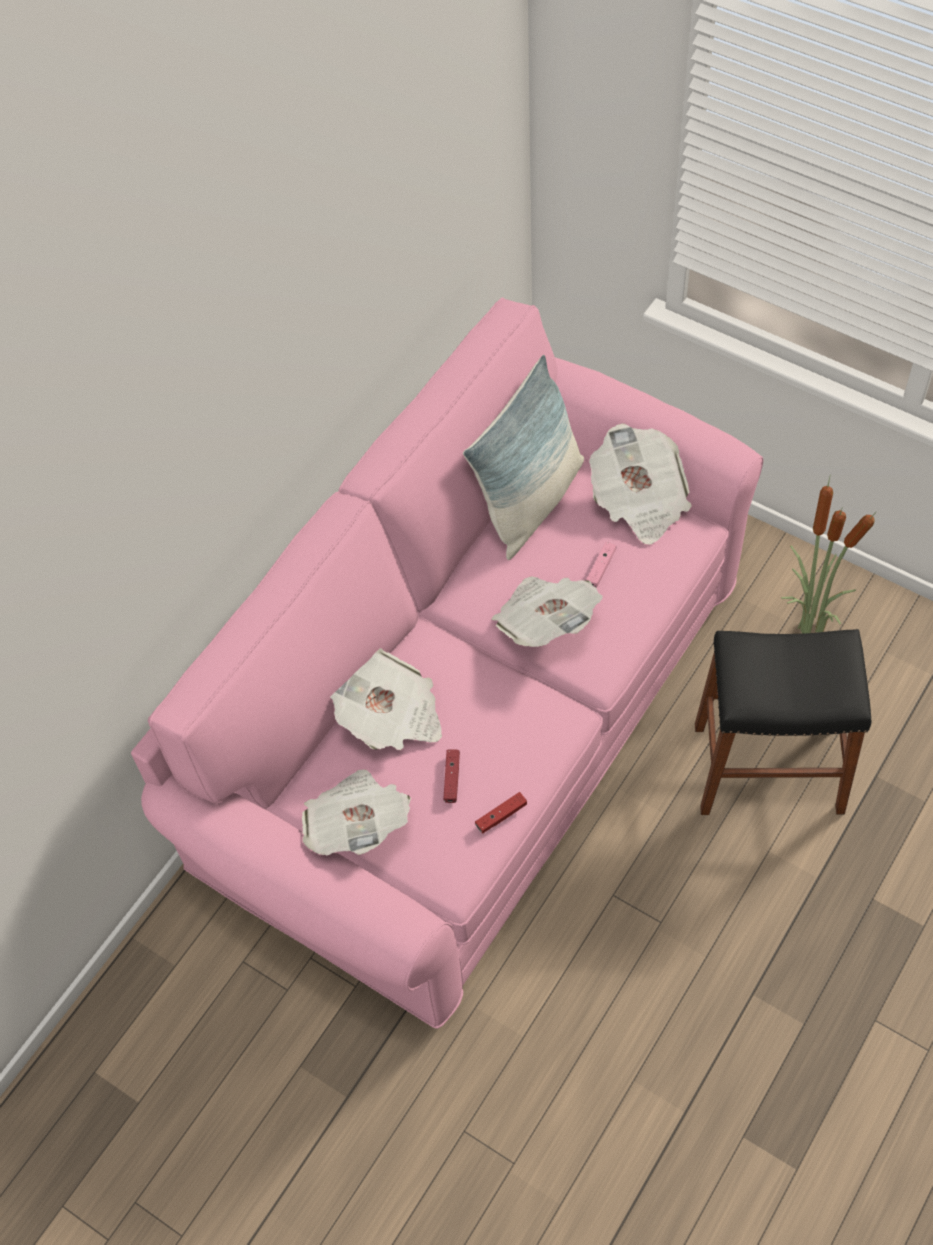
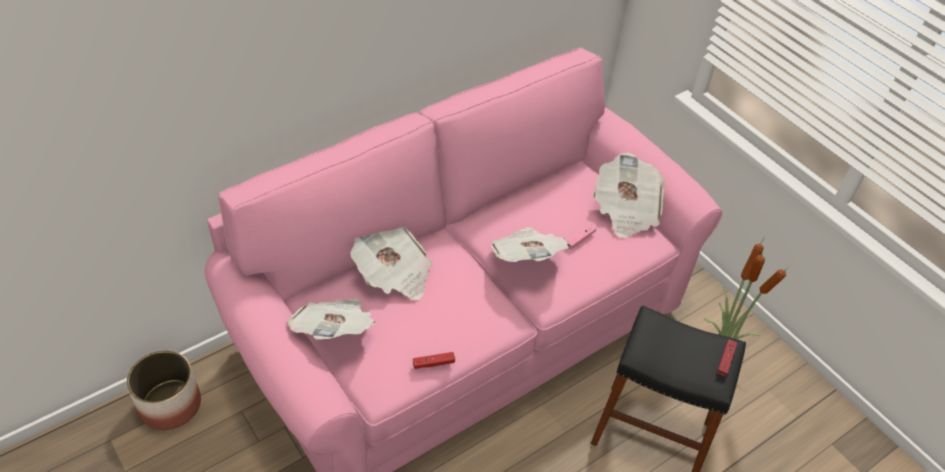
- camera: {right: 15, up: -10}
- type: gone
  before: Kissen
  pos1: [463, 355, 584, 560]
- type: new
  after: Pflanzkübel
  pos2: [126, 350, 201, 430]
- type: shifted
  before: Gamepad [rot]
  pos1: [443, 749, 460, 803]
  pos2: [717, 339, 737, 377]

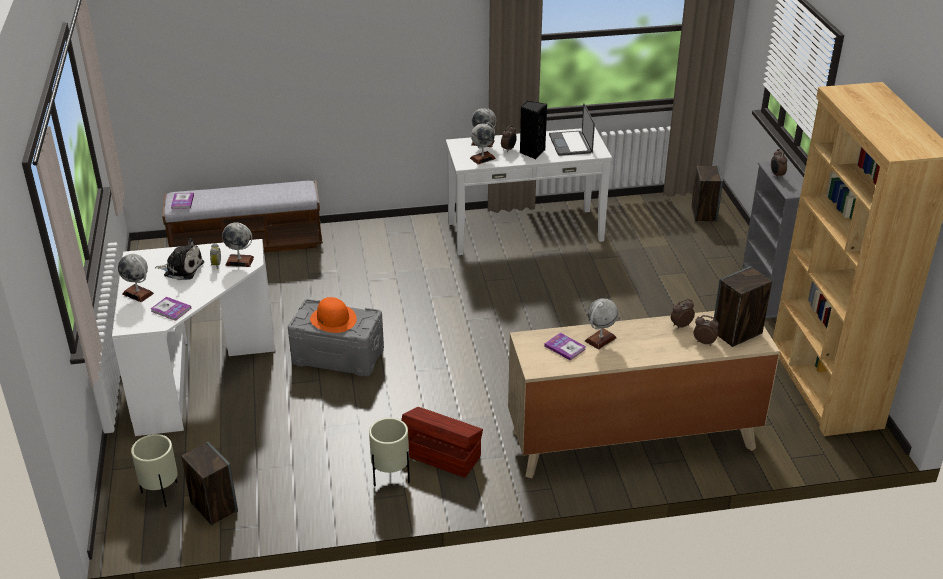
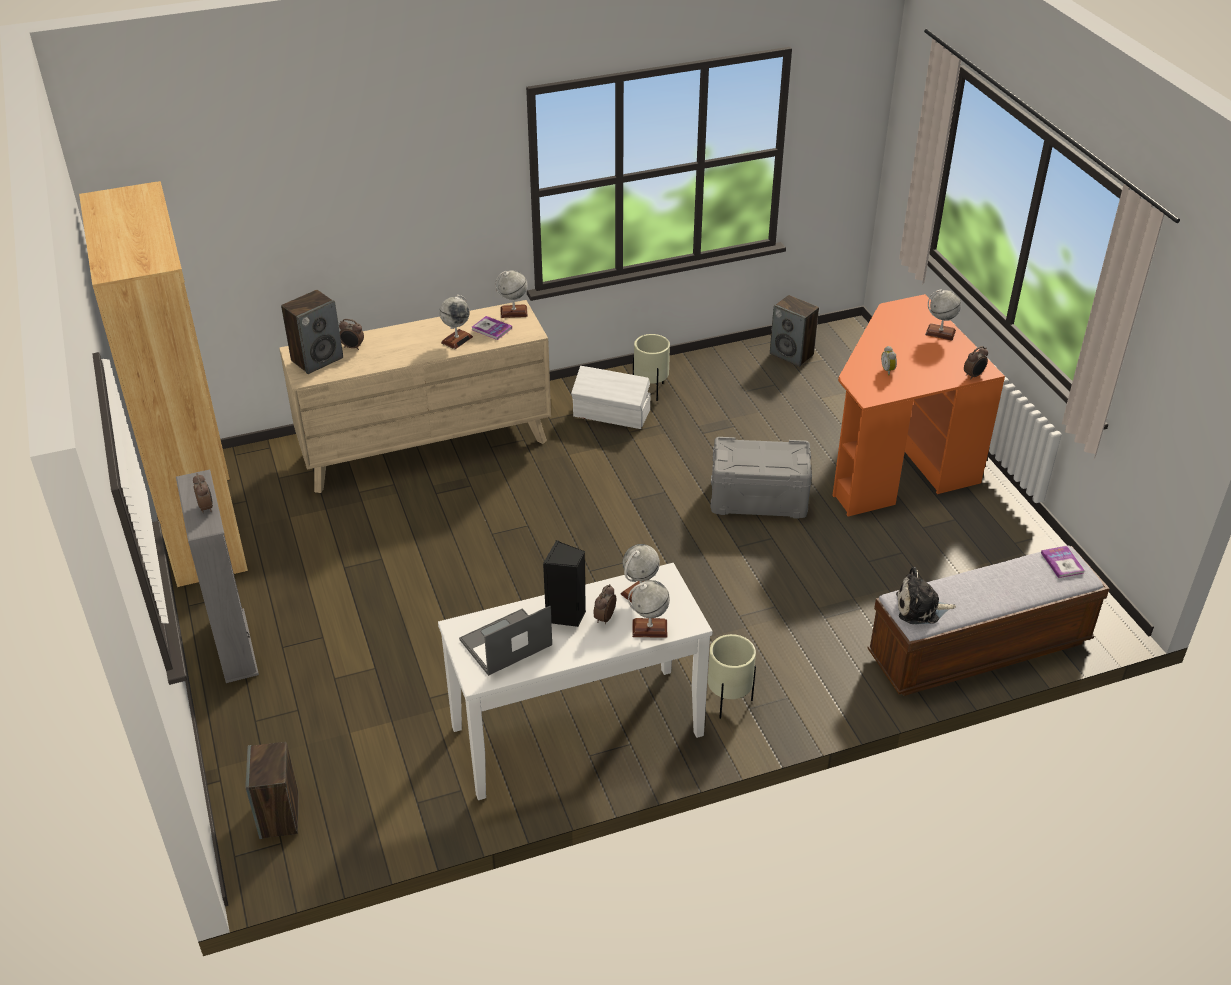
- camera: {right: 170, up: 5}
- type: gone
  before: Buch
  pos1: [151, 297, 191, 321]
- type: gone
  before: Hut [orange]
  pos1: [310, 297, 357, 333]
- type: shifted
  before: Pflanzkübel [beige]
  pos1: [131, 434, 178, 507]
  pos2: [708, 634, 756, 719]
- type: shifted
  before: Plüschtier
  pos1: [155, 238, 204, 280]
  pos2: [896, 567, 956, 624]
- type: shifted
  before: Globus
  pos1: [222, 222, 254, 267]
  pos2: [495, 270, 528, 318]
- type: shifted
  before: Wecker
  pos1: [671, 299, 695, 329]
  pos2: [964, 346, 988, 380]
- type: repainted
  before: Schreibtisch [weiß]
  after: Schreibtisch [orange]
  pos1: [112, 239, 275, 436]
  pos2: [832, 294, 1005, 516]
- type: repainted
  before: Aufbewahrungsbox [braun]
  after: Aufbewahrungsbox [weiß]
  pos1: [401, 407, 483, 478]
  pos2: [571, 366, 651, 429]
- type: rotated
  before: Laptop
  pos1: [549, 103, 595, 156]
  pos2: [459, 606, 552, 676]
  turn: -105

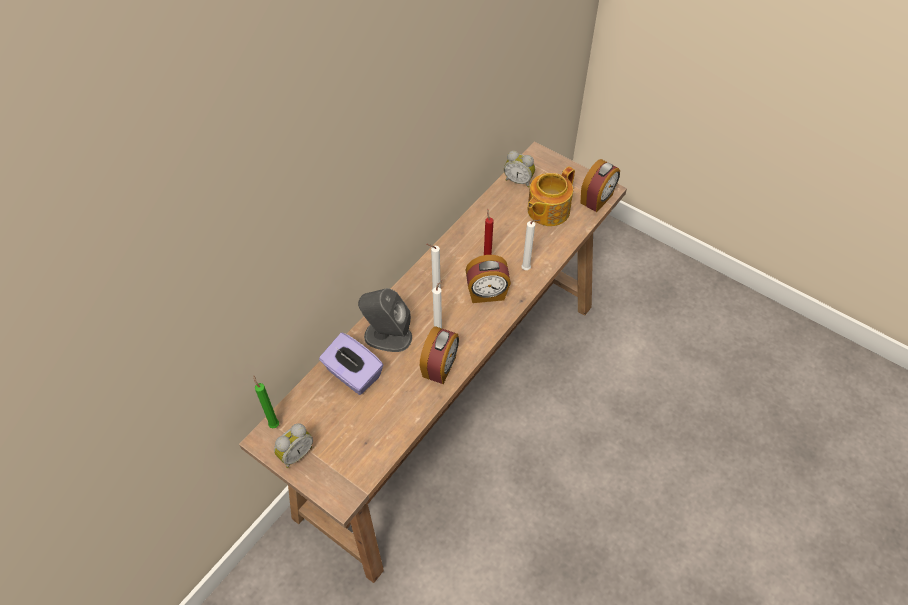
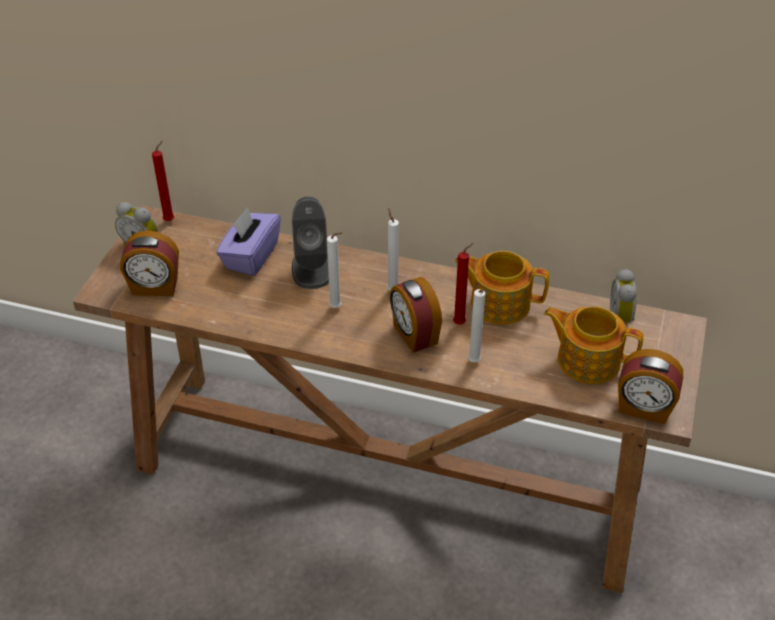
- camera: {right: 70, up: -10}
- type: new
  after: Teekanne
  pos2: [455, 251, 549, 325]
- type: shifted
  before: Wecker
  pos1: [420, 326, 459, 384]
  pos2: [120, 230, 179, 296]
- type: repainted
  before: Kerze [grün]
  after: Kerze [rot]
  pos1: [253, 375, 279, 428]
  pos2: [152, 140, 174, 221]

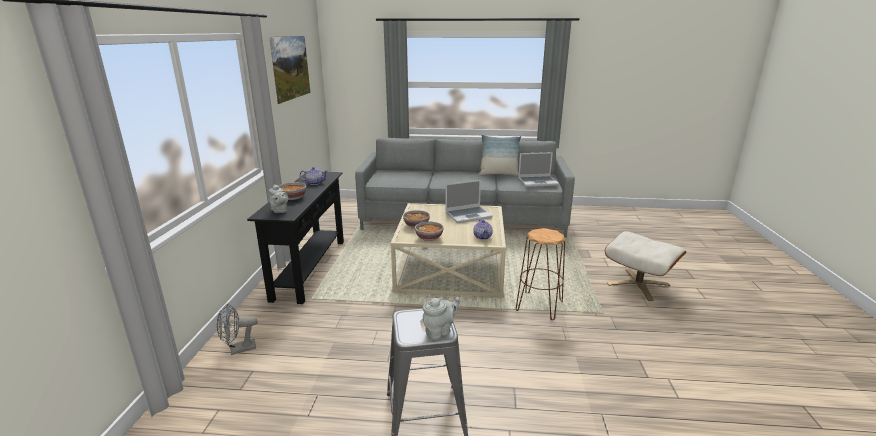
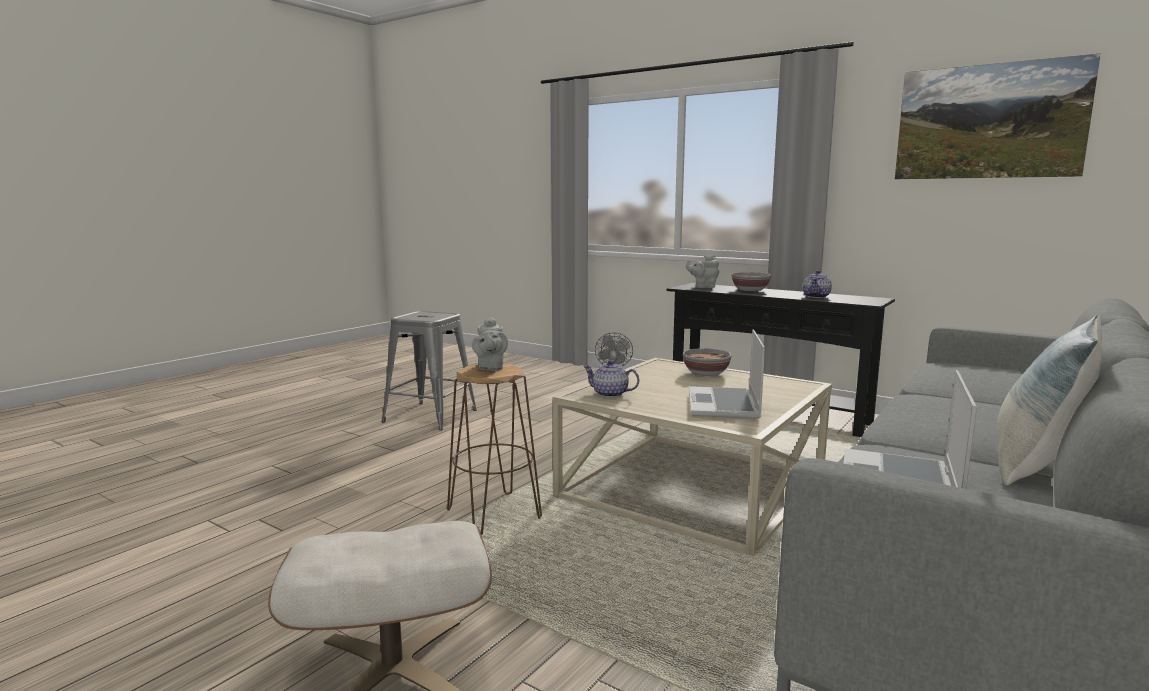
- camera: {right: 120, up: -10}
- type: gone
  before: Schüssel
  pos1: [415, 222, 444, 241]
- type: shifted
  before: Teekanne [grau]
  pos1: [423, 297, 459, 340]
  pos2: [472, 317, 508, 371]

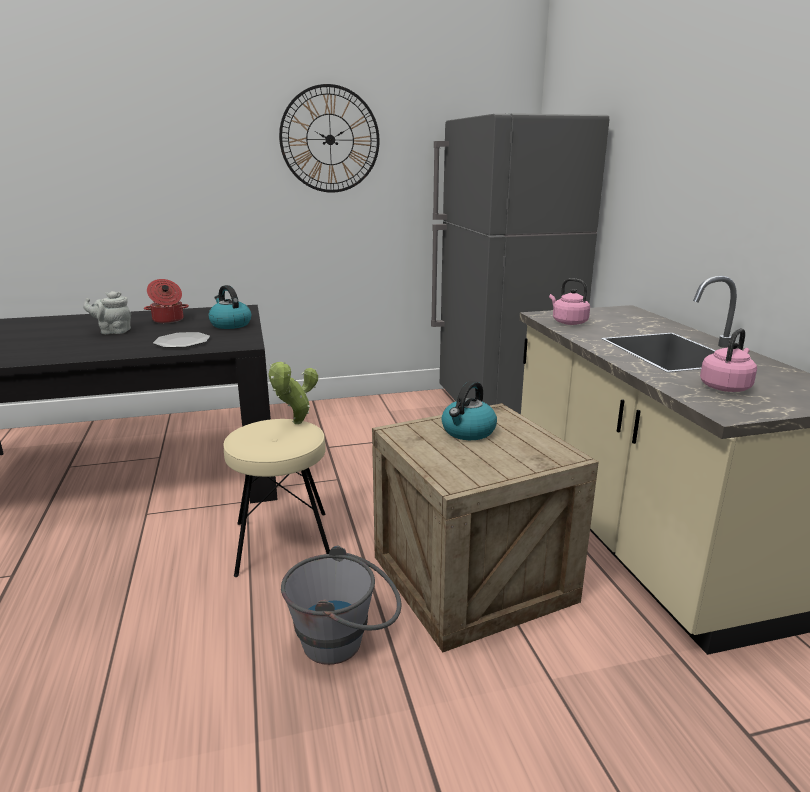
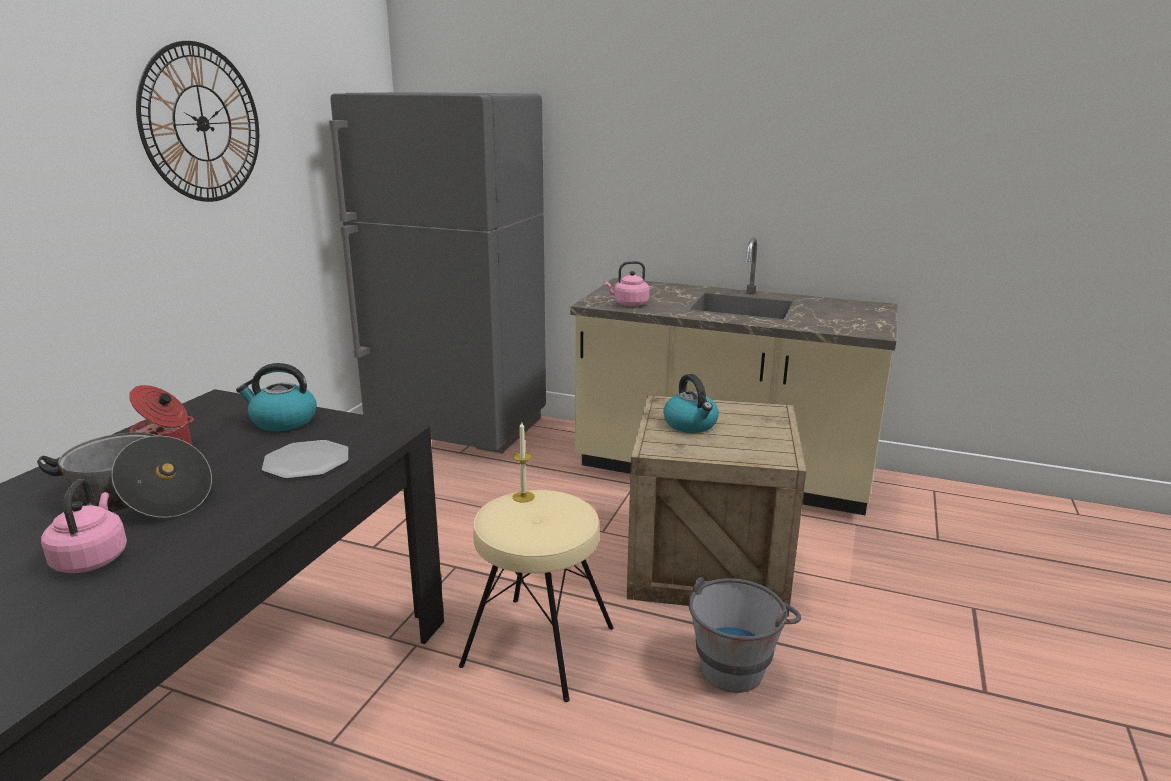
- camera: {right: -55, up: 0}
- type: shifted
  before: Wasserkessel [rosa]
  pos1: [700, 328, 757, 392]
  pos2: [41, 479, 127, 573]
- type: swapped
  before: Teekanne [grau]
  after: Kochtopf
  pos1: [83, 291, 131, 334]
  pos2: [37, 432, 212, 518]
- type: swapped
  before: Topfpflanze
  after: Kerze
  pos1: [268, 361, 318, 424]
  pos2: [513, 422, 535, 503]

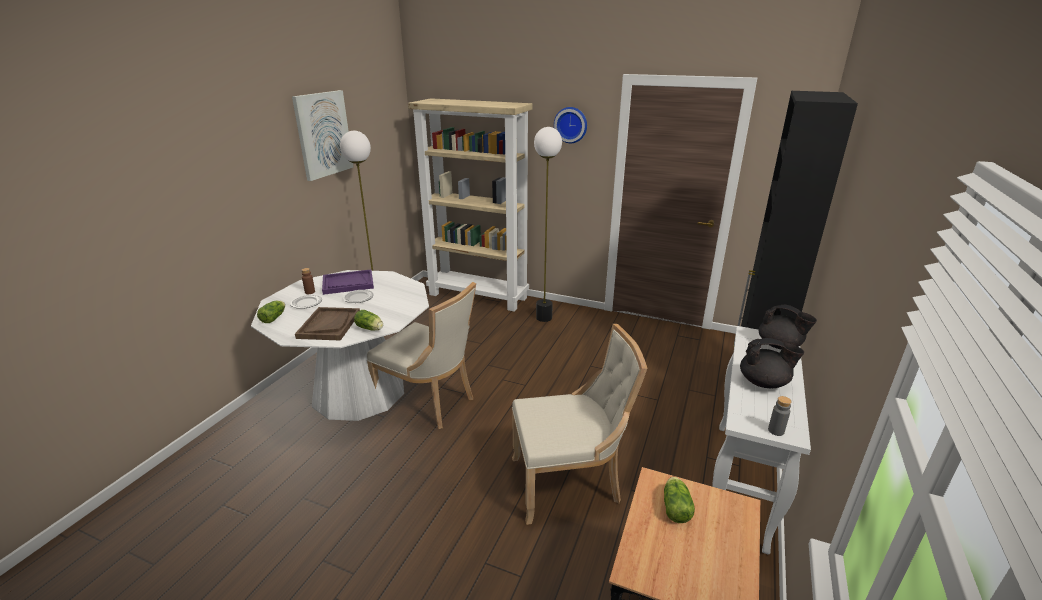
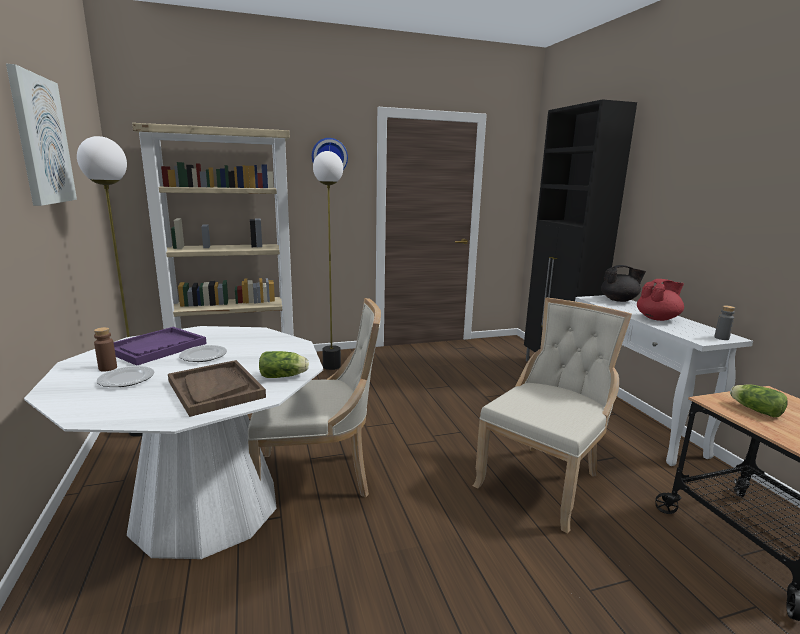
- camera: {right: -40, up: -10}
- type: gone
  before: Salatkopf
  pos1: [257, 301, 285, 323]
- type: repainted
  before: Teekanne [schwarz]
  after: Teekanne [rot]
  pos1: [740, 338, 804, 388]
  pos2: [637, 279, 684, 321]

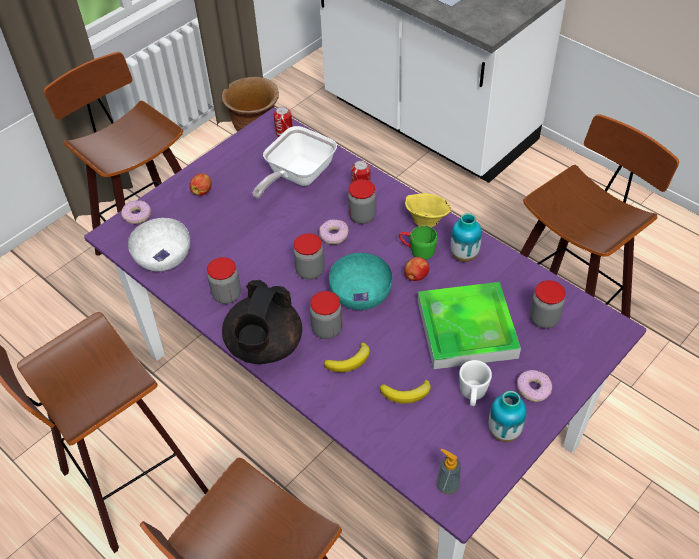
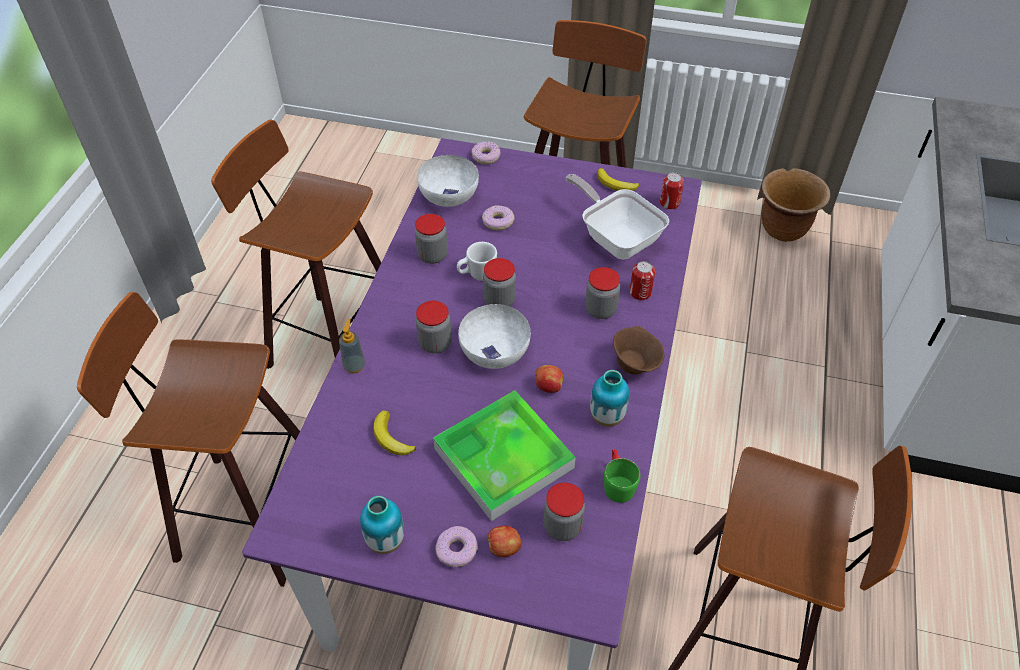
- camera: {right: 60, up: 0}
- type: gone
  before: Teekanne [schwarz]
  pos1: [222, 280, 302, 364]
- type: shifted
  before: Apfel
  pos1: [189, 173, 212, 196]
  pos2: [488, 526, 522, 557]
- type: shifted
  before: Donut
  pos1: [319, 219, 349, 244]
  pos2: [482, 205, 514, 230]
- type: shifted
  before: Banane
  pos1: [324, 342, 370, 372]
  pos2: [597, 168, 639, 191]
- type: shifted
  before: Henkelbecher [grün]
  pos1: [399, 225, 438, 260]
  pos2: [604, 449, 640, 503]
- type: shifted
  before: Seifenspender
  pos1: [437, 449, 461, 494]
  pos2: [339, 319, 365, 373]
- type: shifted
  before: Henkelbecher [weiß]
  pos1: [459, 360, 492, 406]
  pos2: [457, 242, 497, 281]
- type: repainted
  before: Schüssel [türkis]
  after: Schüssel [weiß]
  pos1: [329, 253, 393, 310]
  pos2: [458, 304, 531, 369]
- type: repainted
  before: Schüssel [gelb]
  after: Schüssel [braun]
  pos1: [405, 193, 451, 227]
  pos2: [613, 326, 664, 375]
- type: rotated
  before: Pfanne
  pos1: [253, 126, 337, 198]
  pos2: [565, 174, 669, 260]
  turn: 45

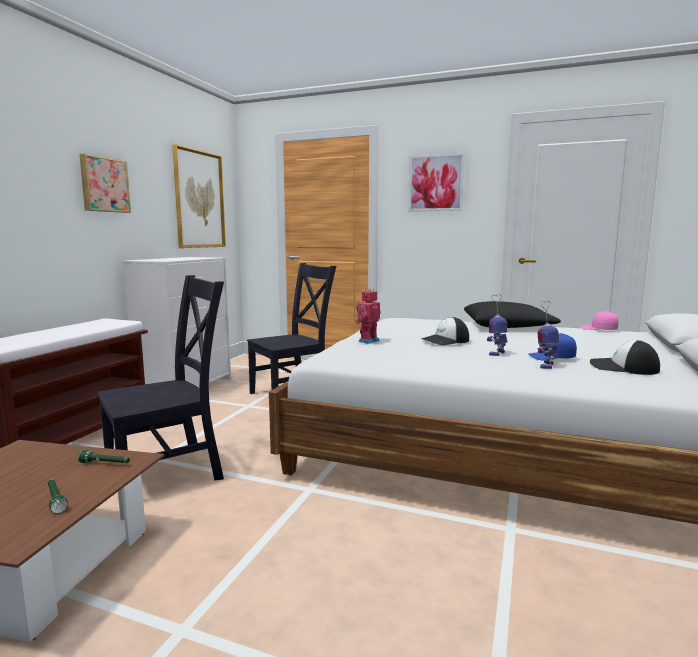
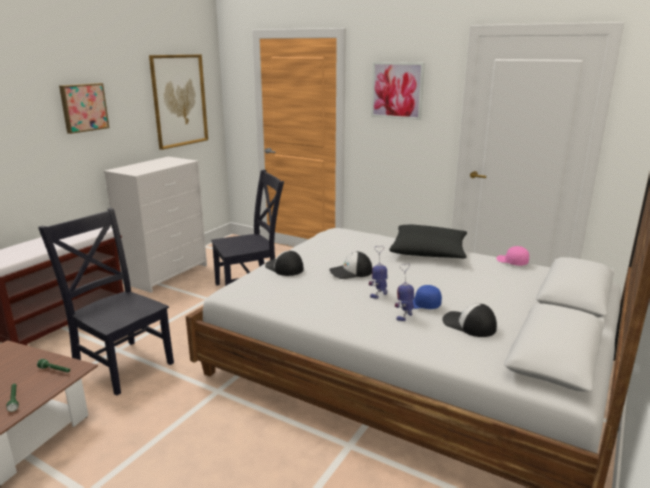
- camera: {right: 10, up: 10}
- type: swapped
  before: Spielzeugroboter
  after: Kappe
  pos1: [355, 289, 381, 344]
  pos2: [265, 251, 304, 276]
- type: rotated
  before: Stuhl [schwarz]
  pos1: [98, 275, 224, 481]
  pos2: [38, 208, 174, 395]
  turn: -120

